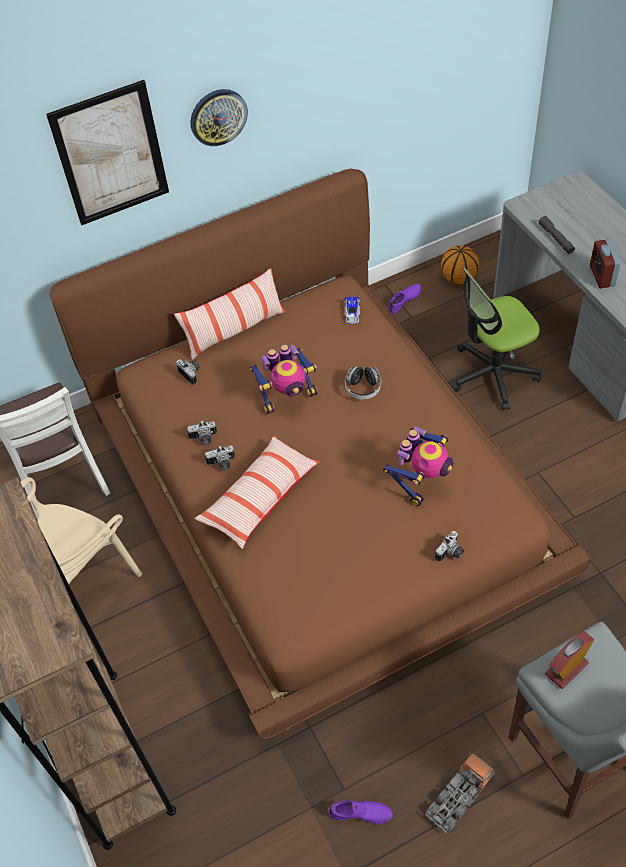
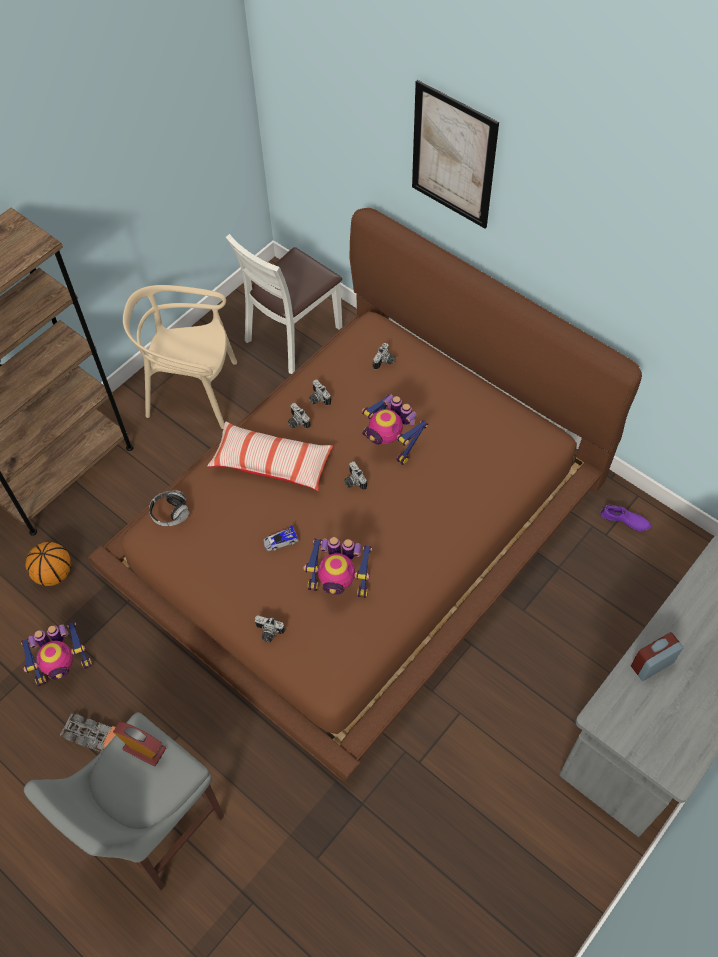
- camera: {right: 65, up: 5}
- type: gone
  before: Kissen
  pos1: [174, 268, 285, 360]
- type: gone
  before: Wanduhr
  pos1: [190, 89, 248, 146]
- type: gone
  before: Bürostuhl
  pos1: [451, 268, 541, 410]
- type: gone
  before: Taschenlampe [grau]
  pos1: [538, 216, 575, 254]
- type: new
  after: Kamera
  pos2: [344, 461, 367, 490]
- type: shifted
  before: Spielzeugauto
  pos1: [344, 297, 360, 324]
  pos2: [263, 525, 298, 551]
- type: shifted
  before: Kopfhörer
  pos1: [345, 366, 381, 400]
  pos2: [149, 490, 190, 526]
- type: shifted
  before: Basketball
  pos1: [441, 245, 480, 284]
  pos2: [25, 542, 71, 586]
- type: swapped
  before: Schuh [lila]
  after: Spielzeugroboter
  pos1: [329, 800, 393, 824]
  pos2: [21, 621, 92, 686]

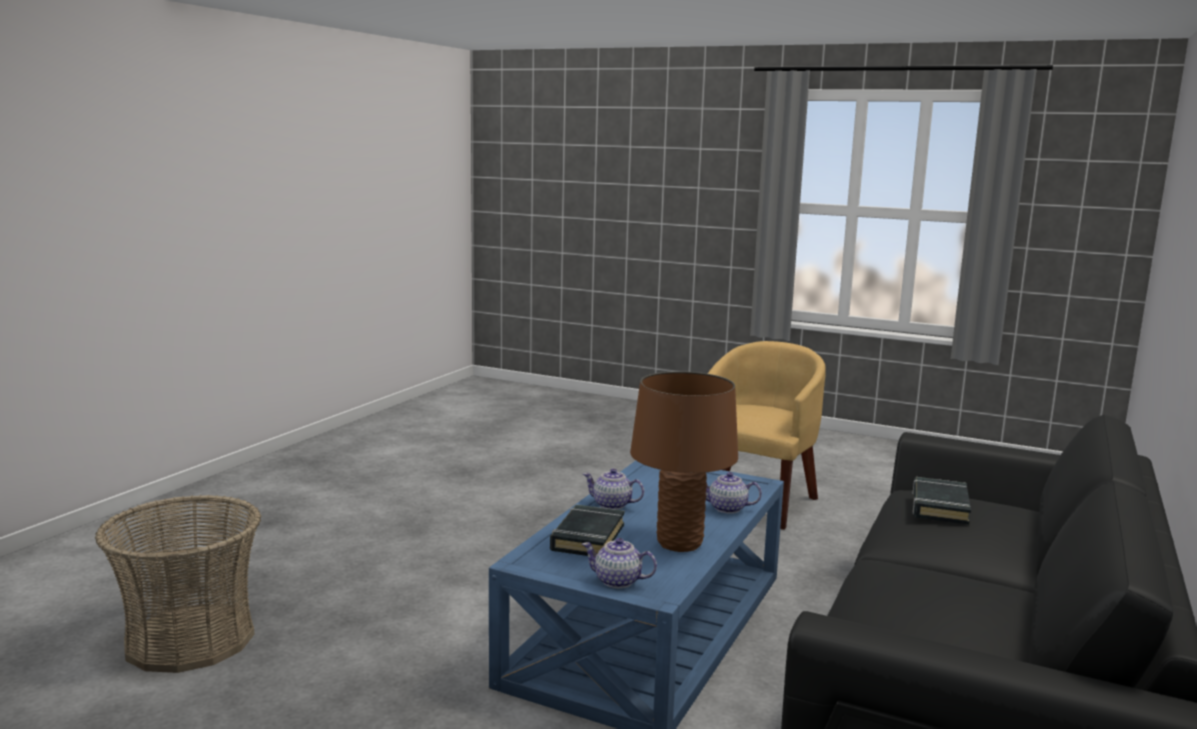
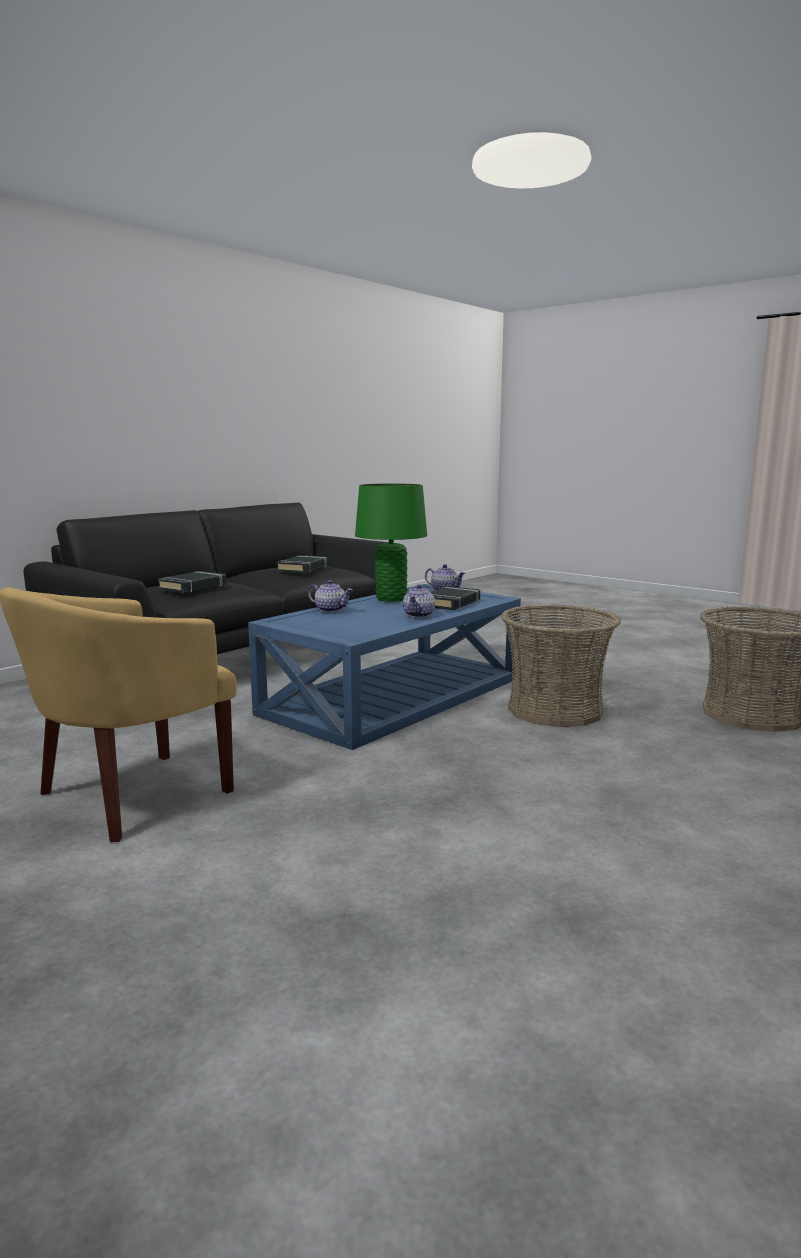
- camera: {right: -165, up: 0}
- type: new
  after: Buch [schwarz]
  pos2: [277, 555, 328, 573]
- type: new
  after: Korb
  pos2: [501, 604, 621, 727]
- type: repainted
  before: Tischlampe [braun]
  after: Tischlampe [grün]
  pos1: [630, 371, 738, 552]
  pos2: [355, 483, 427, 602]
- type: rotated
  before: Teekanne
  pos1: [583, 469, 644, 510]
  pos2: [403, 584, 435, 618]
  turn: 75

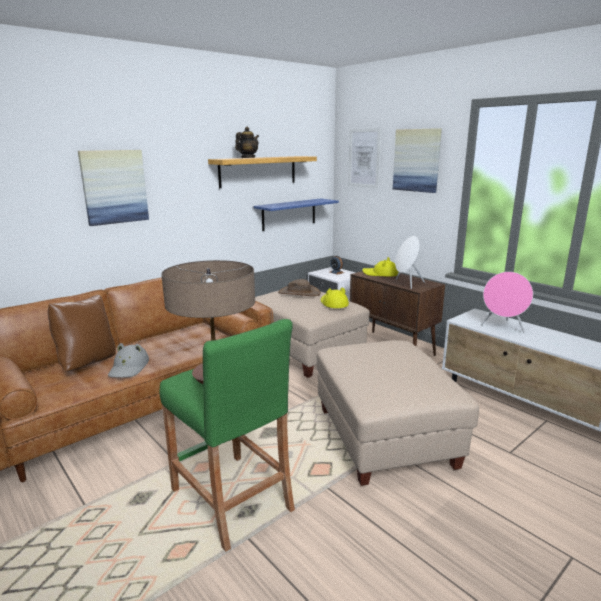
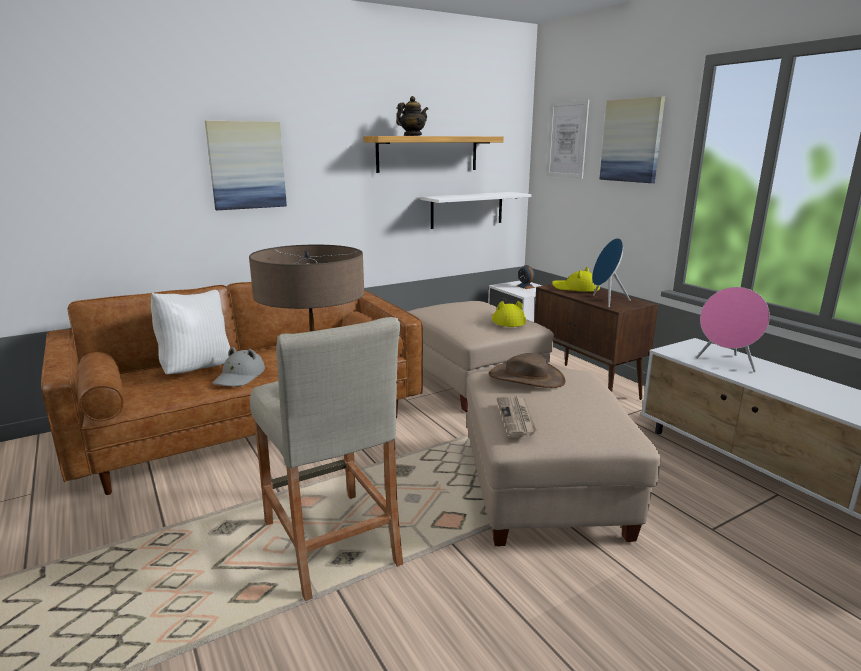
- camera: {right: 10, up: 0}
- type: new
  after: Zeitung
  pos2: [497, 396, 537, 437]
- type: shifted
  before: Hut [braun]
  pos1: [278, 279, 321, 296]
  pos2: [489, 353, 566, 388]
- type: repainted
  before: Kissen [braun]
  after: Kissen [weiß]
  pos1: [48, 295, 116, 372]
  pos2: [151, 290, 230, 374]
- type: repainted
  before: Hocker [grün]
  after: Hocker [beige]
  pos1: [160, 319, 295, 552]
  pos2: [250, 317, 403, 601]
- type: repainted
  before: Wandregal [blau]
  after: Wandregal [weiß]
  pos1: [254, 198, 339, 231]
  pos2: [420, 192, 532, 229]
- type: repainted
  before: Lautsprecher [weiß]
  after: Lautsprecher [blau]
  pos1: [395, 236, 425, 289]
  pos2: [592, 238, 631, 308]

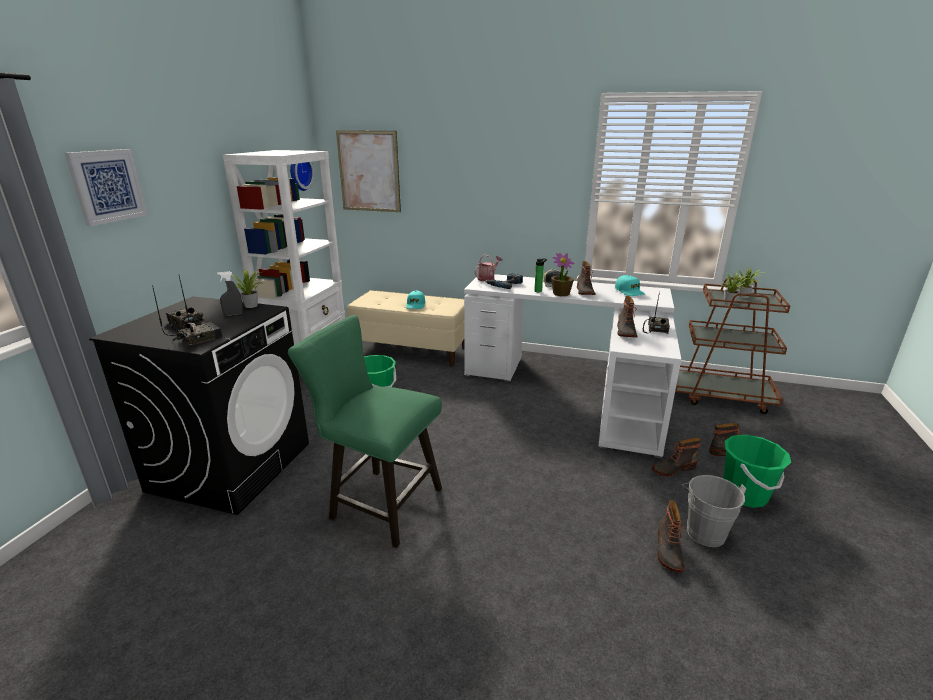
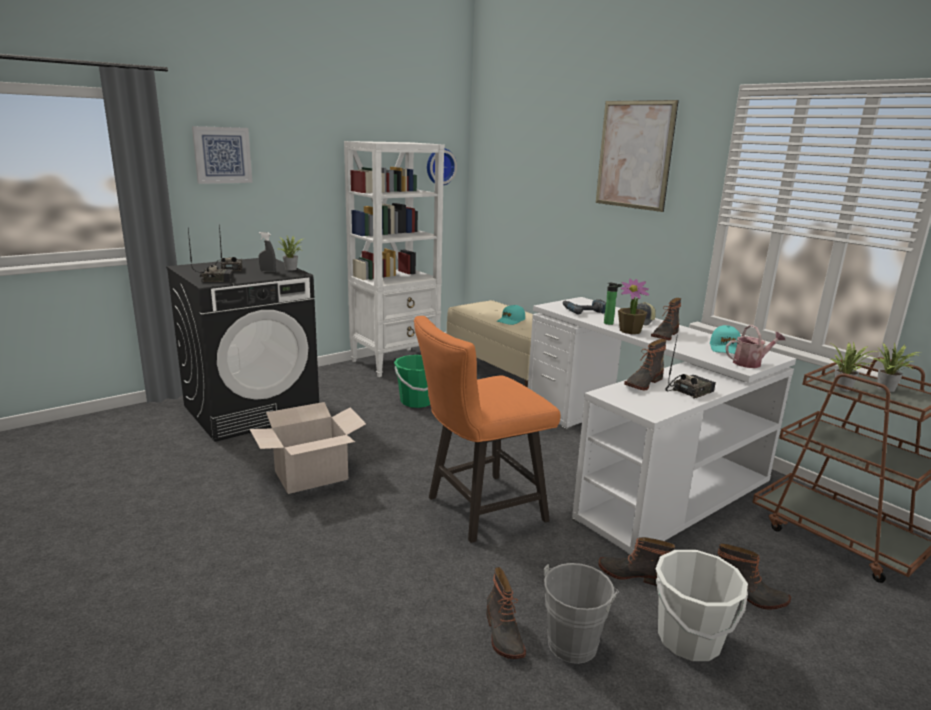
- camera: {right: 35, up: -5}
- type: new
  after: Hocker [orange]
  pos2: [414, 316, 561, 543]
- type: shifted
  before: Bild
  pos1: [336, 130, 401, 212]
  pos2: [596, 100, 679, 212]
- type: shifted
  before: Gießkanne
  pos1: [475, 255, 502, 282]
  pos2: [725, 325, 785, 368]
- type: swapped
  before: Hocker [grün]
  after: Karton
  pos1: [288, 315, 442, 548]
  pos2: [249, 402, 366, 494]
- type: repainted
  before: Eimer [grün]
  after: Eimer [weiß]
  pos1: [724, 435, 791, 508]
  pos2: [655, 550, 748, 661]
- type: rotated
  before: Stiefel
  pos1: [657, 500, 685, 573]
  pos2: [486, 567, 526, 659]
  turn: -60

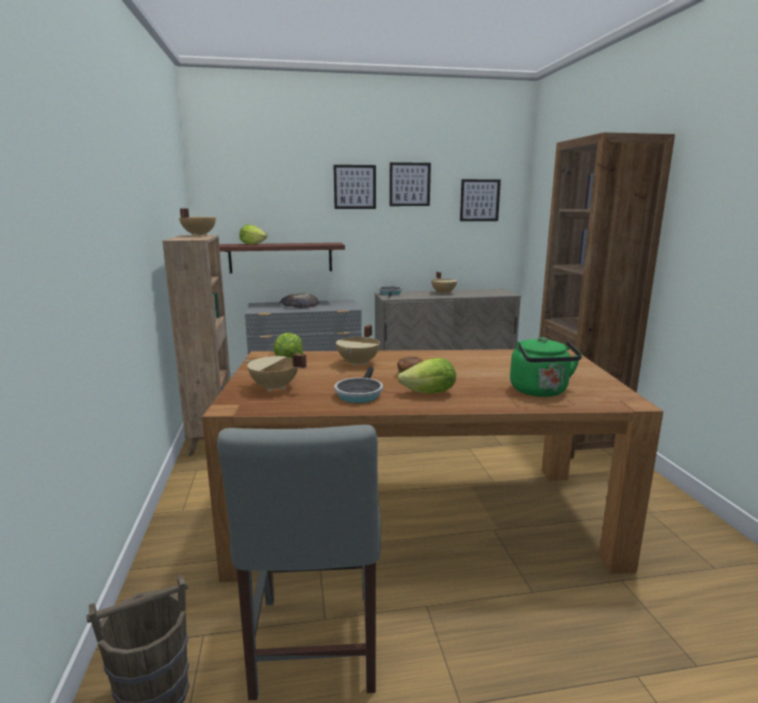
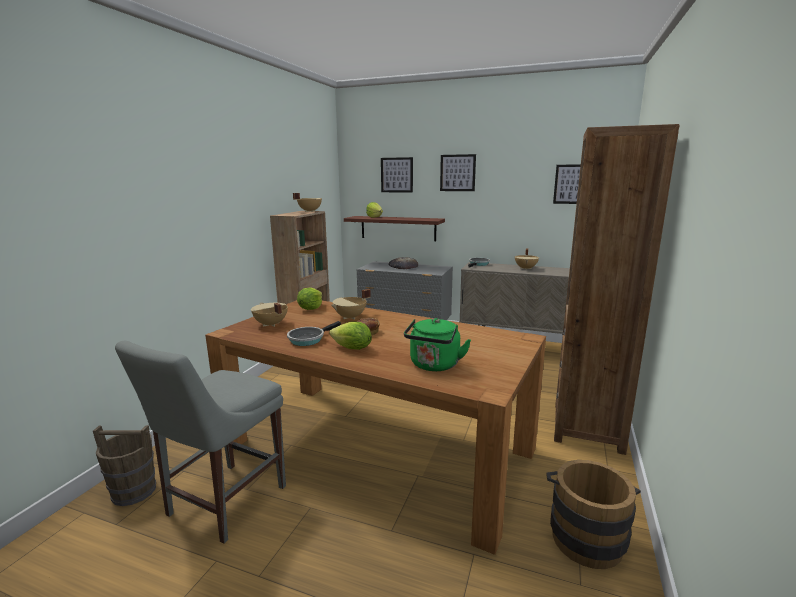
- camera: {right: 30, up: 0}
- type: new
  after: Eimer [braun]
  pos2: [546, 460, 641, 569]
- type: shifted
  before: Bild
  pos1: [389, 162, 431, 206]
  pos2: [381, 157, 413, 193]

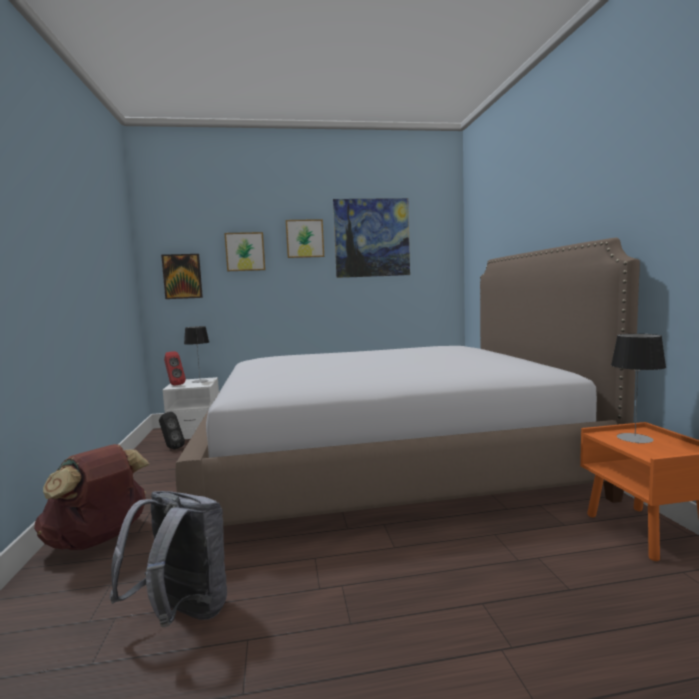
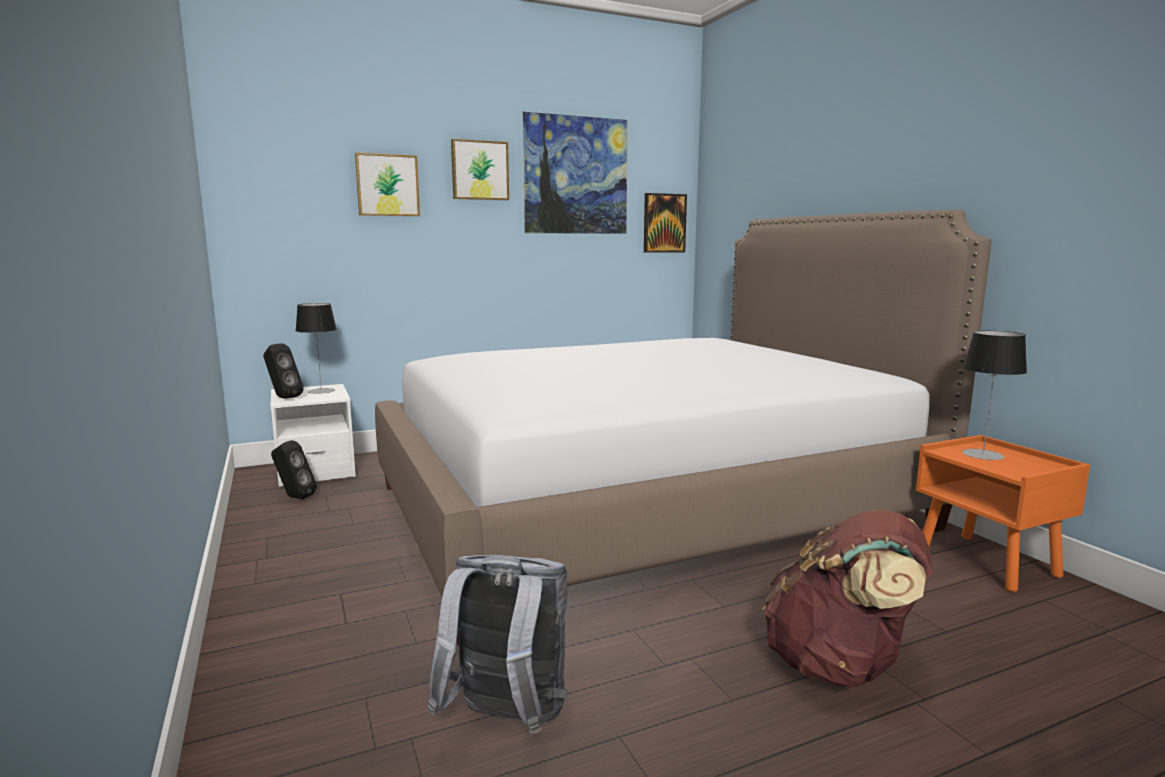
- camera: {right: -15, up: 5}
- type: shifted
  before: Rucksack [braun]
  pos1: [34, 444, 150, 550]
  pos2: [762, 510, 932, 687]
- type: shifted
  before: Bild
  pos1: [161, 254, 203, 299]
  pos2: [644, 193, 687, 253]
- type: repainted
  before: Lautsprecher [rot]
  after: Lautsprecher [schwarz]
  pos1: [164, 351, 186, 386]
  pos2: [263, 343, 304, 399]

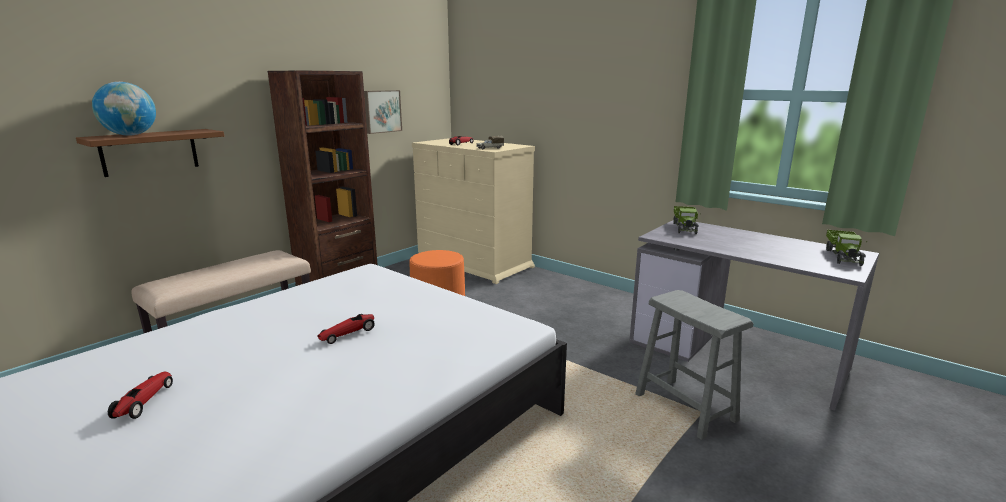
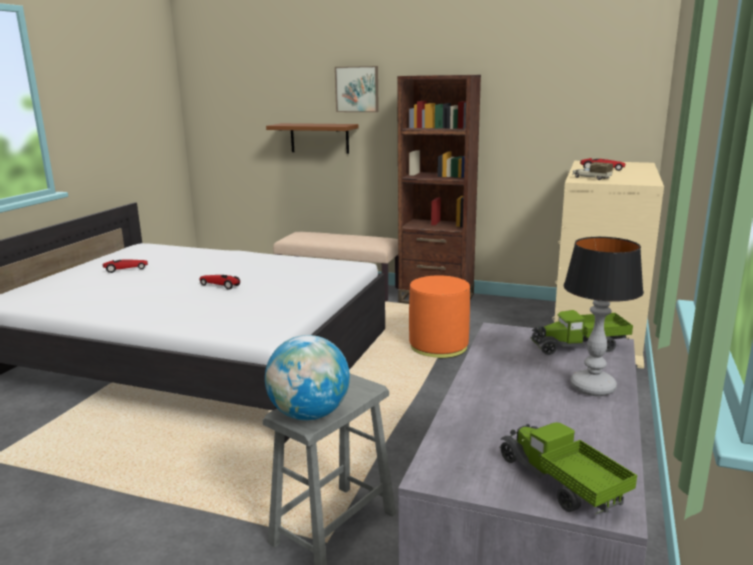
- camera: {right: 70, up: 0}
- type: new
  after: Tischlampe
  pos2: [564, 237, 644, 396]
- type: shifted
  before: Globus
  pos1: [92, 82, 156, 136]
  pos2: [265, 335, 350, 420]
- type: shifted
  before: Bild
  pos1: [364, 90, 402, 134]
  pos2: [335, 66, 379, 112]
- type: rotated
  before: Spielzeuglaster
  pos1: [826, 230, 867, 266]
  pos2: [500, 423, 637, 515]
  turn: 60

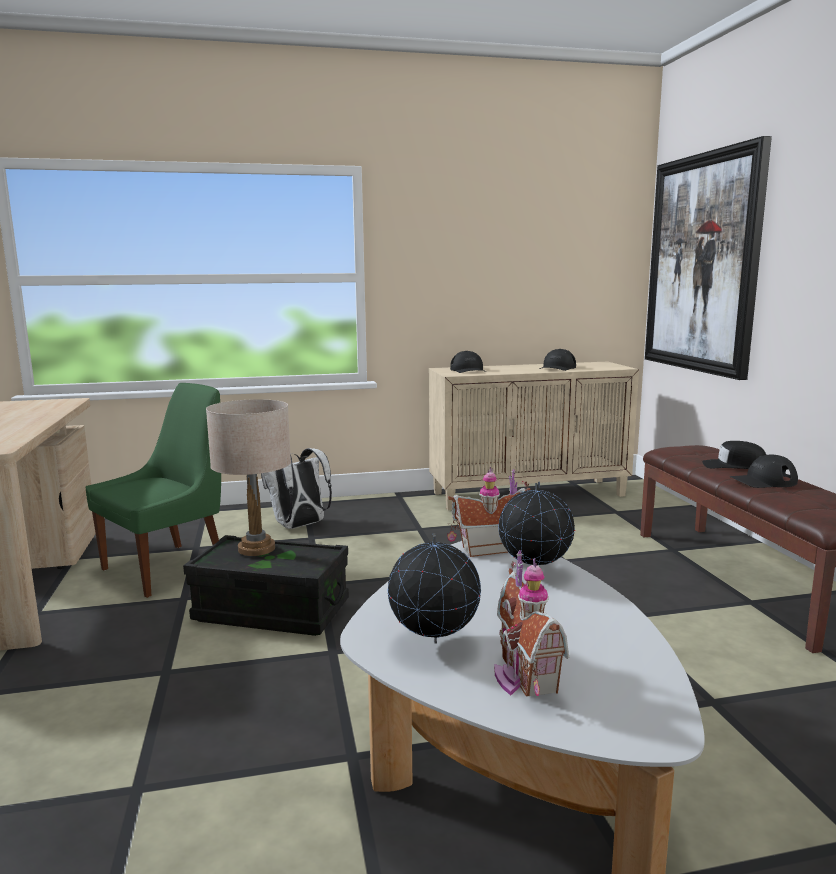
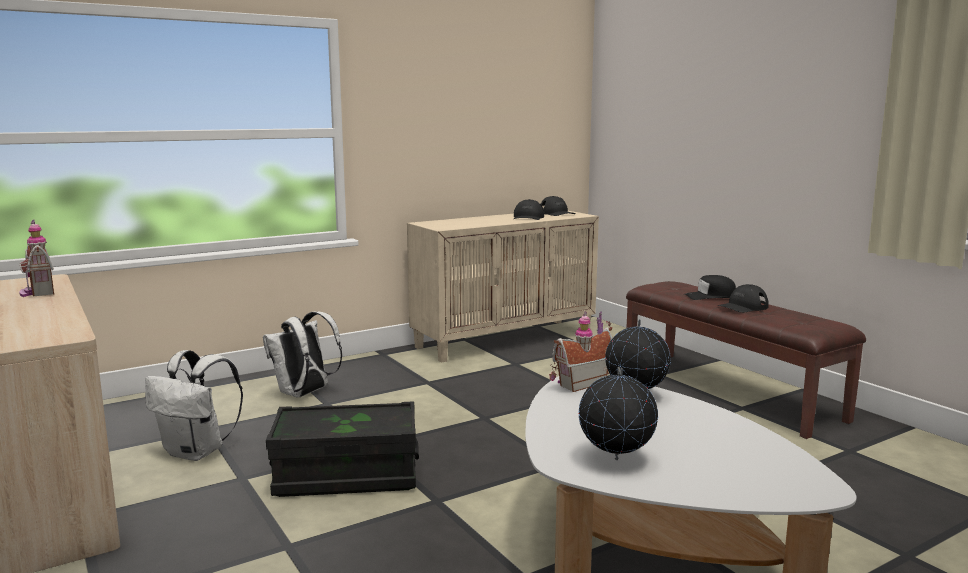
- camera: {right: -20, up: 0}
- type: gone
  before: Tischlampe [beige]
  pos1: [206, 399, 291, 556]
- type: gone
  before: Bild
  pos1: [645, 136, 772, 380]
- type: shifted
  before: Kappe [schwarz]
  pos1: [450, 351, 486, 373]
  pos2: [541, 196, 576, 216]
- type: shifted
  before: Spielzeughaus
  pos1: [494, 550, 569, 697]
  pos2: [19, 219, 54, 297]
- type: swapped
  before: Stuhl [grün]
  after: Rucksack [weiß]
  pos1: [86, 383, 221, 598]
  pos2: [145, 350, 243, 461]

